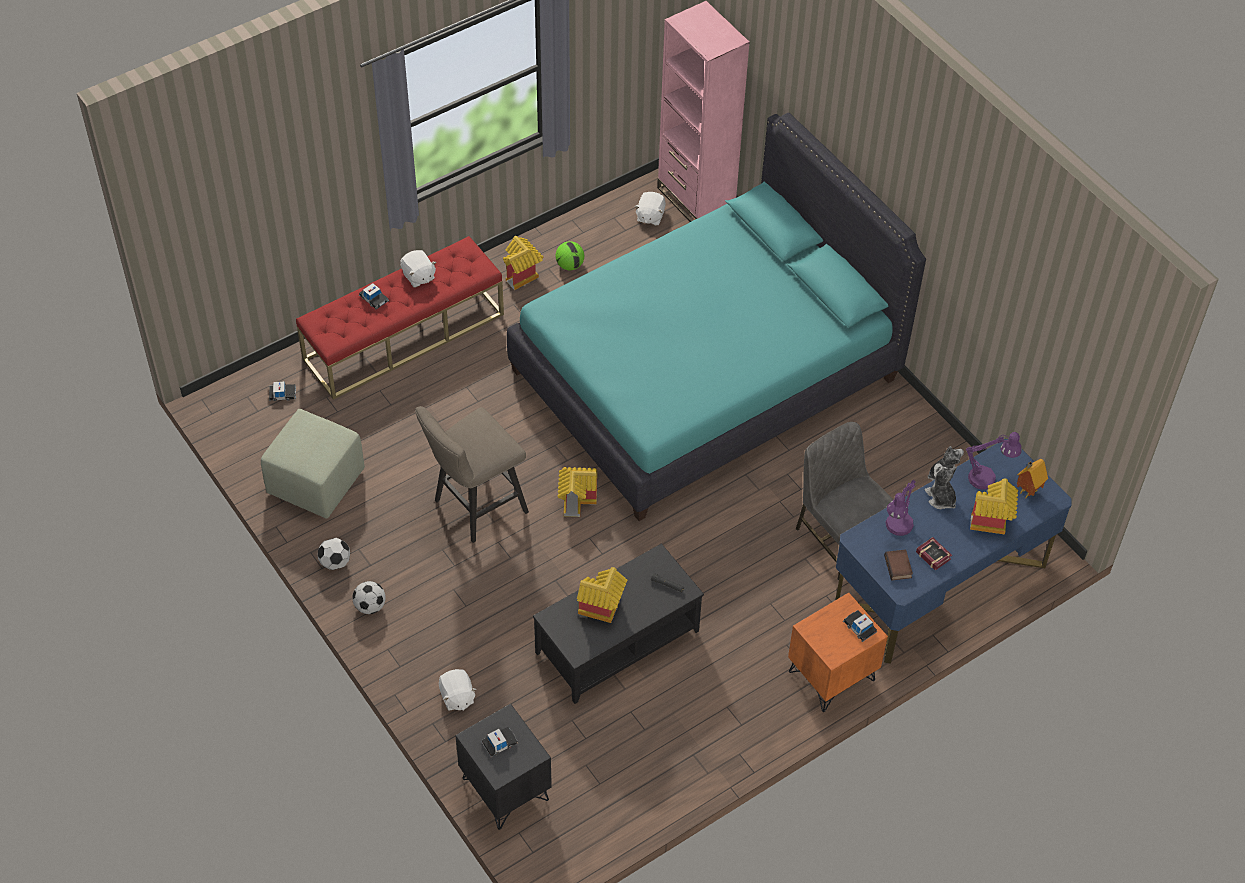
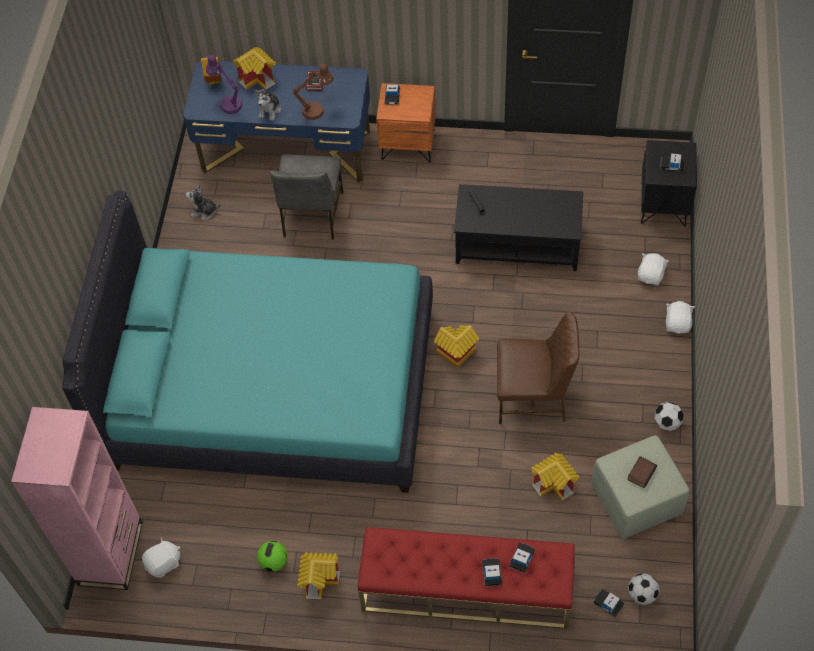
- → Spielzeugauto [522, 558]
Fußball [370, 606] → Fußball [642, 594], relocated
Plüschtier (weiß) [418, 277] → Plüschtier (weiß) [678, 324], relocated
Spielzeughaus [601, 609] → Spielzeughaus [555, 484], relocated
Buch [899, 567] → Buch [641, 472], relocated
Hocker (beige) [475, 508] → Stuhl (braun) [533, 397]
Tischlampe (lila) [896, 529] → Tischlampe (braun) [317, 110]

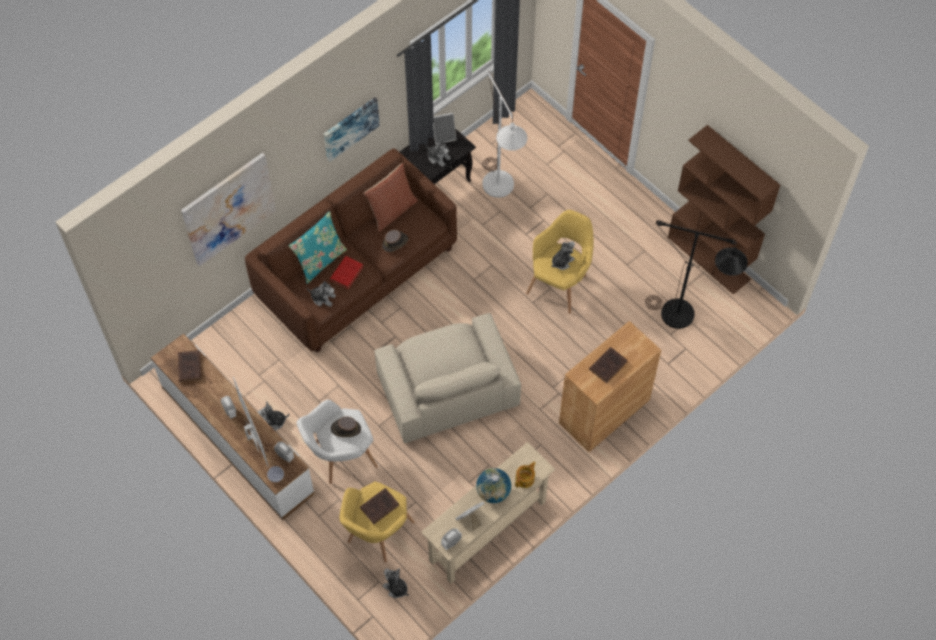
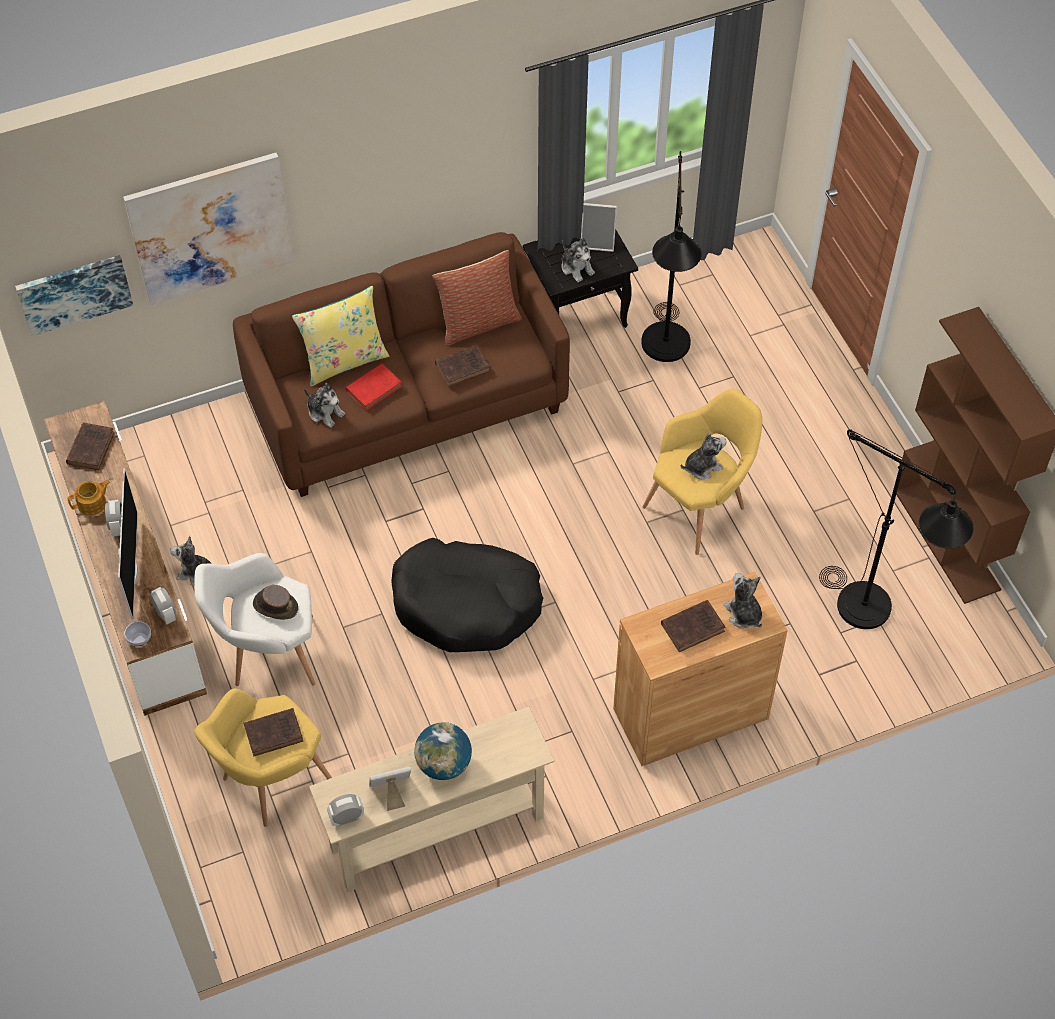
Bild [350, 128] → Bild [74, 293], relocated
Plüschtier [396, 588] → Plüschtier [743, 614], relocated
Teekanne [525, 479] → Teekanne [93, 504], relocated
Sessel (beige) [446, 388] → Hundebett (schwarz) [466, 604]
Hut (braun) [395, 242] → Buch (braun) [463, 367]
Kissen (türkis) [320, 261] → Kissen (gelb) [344, 361]
Stehlampe (weiß) [500, 192] → Stehlampe (schwarz) [665, 354]

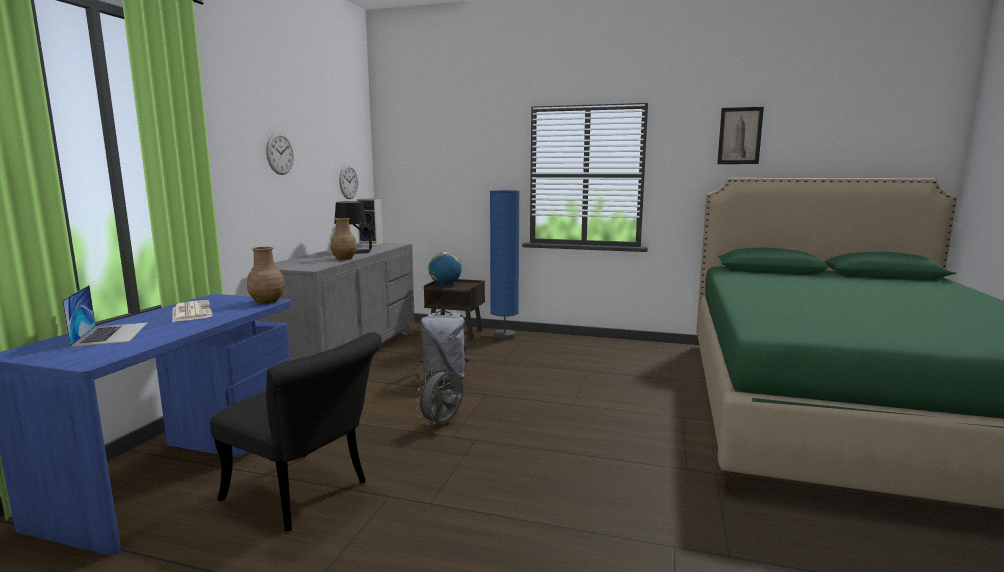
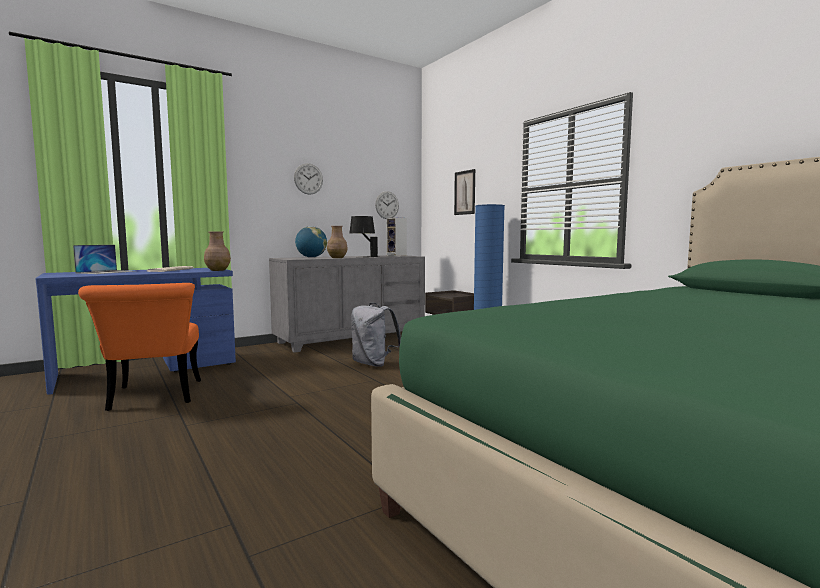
Ventilator (grau) [442, 424] → -
Globus [445, 284] → Globus [311, 257], relocated
Bild [740, 136] → Bild [464, 192], relocated
Stuhl (schwarz) [306, 494] → Stuhl (orange) [154, 398]

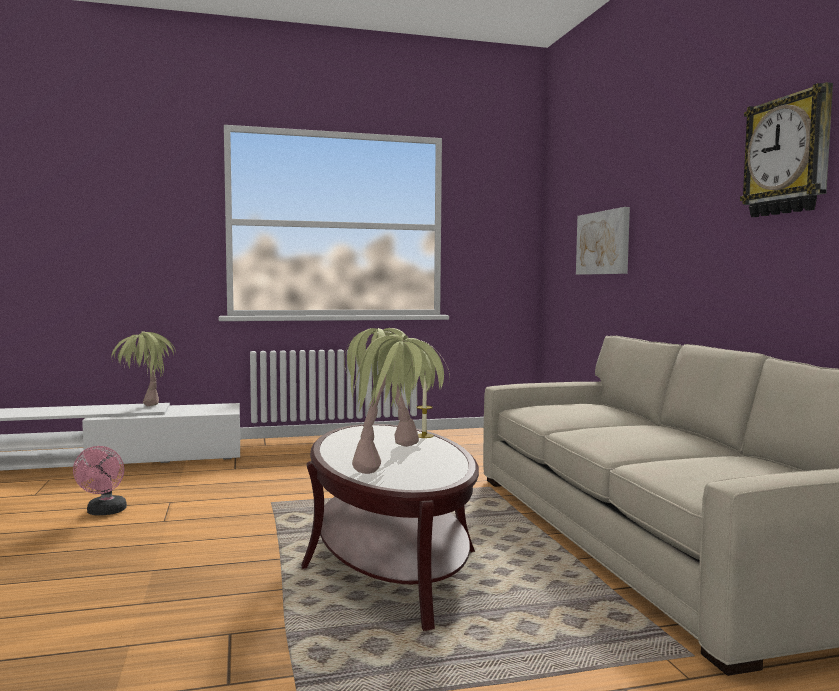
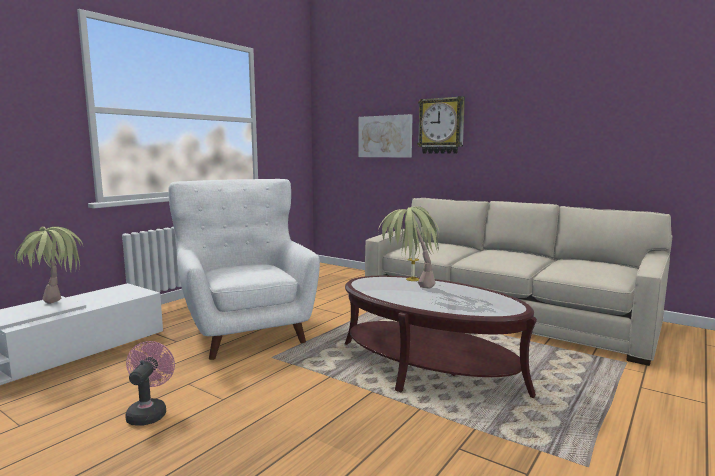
Topfpflanze [397, 469] → -
- → Sessel (weiß) [246, 330]
Wanduhr [788, 155] → Wanduhr [441, 126], relocated
Ventilator (rosa) [104, 512] → Ventilator (rosa) [149, 412], 135 degrees counterclockwise

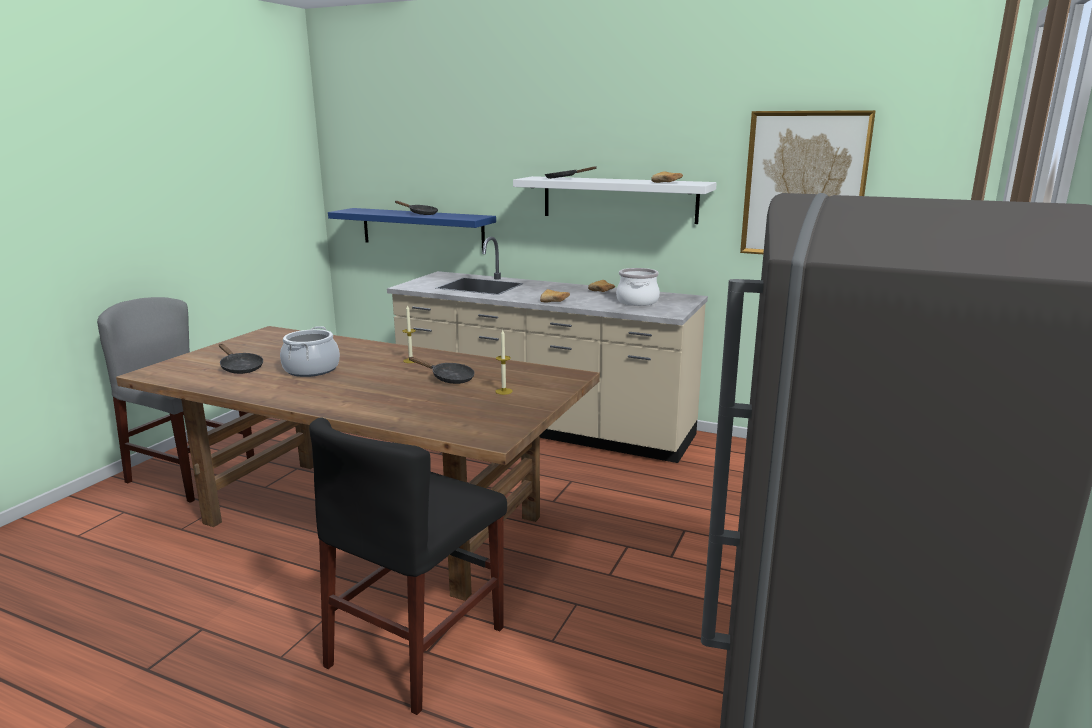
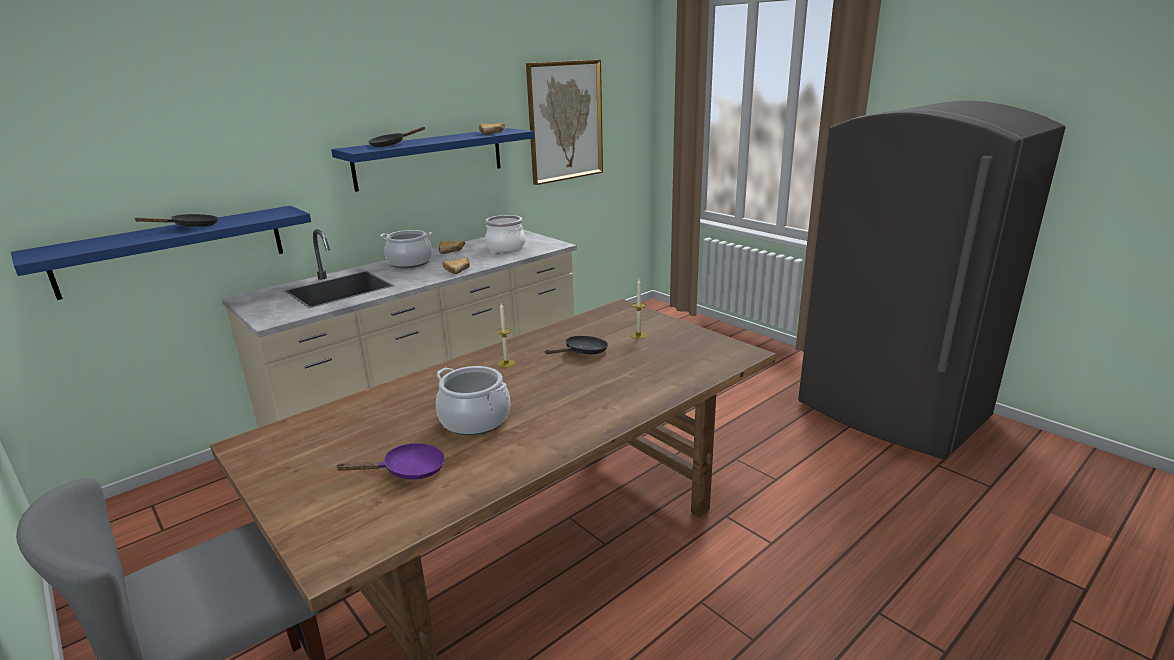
Stuhl (schwarz) [417, 646] → -
- → Kochtopf [410, 262]
Pfanne (schwarz) [240, 368] → Pfanne (lila) [408, 471]
Wandregal (weiß) [619, 199] → Wandregal (blau) [430, 158]

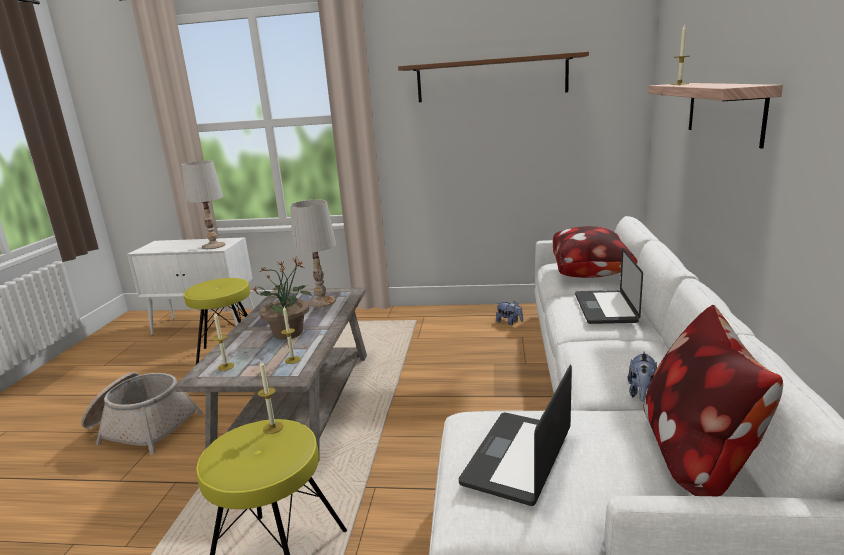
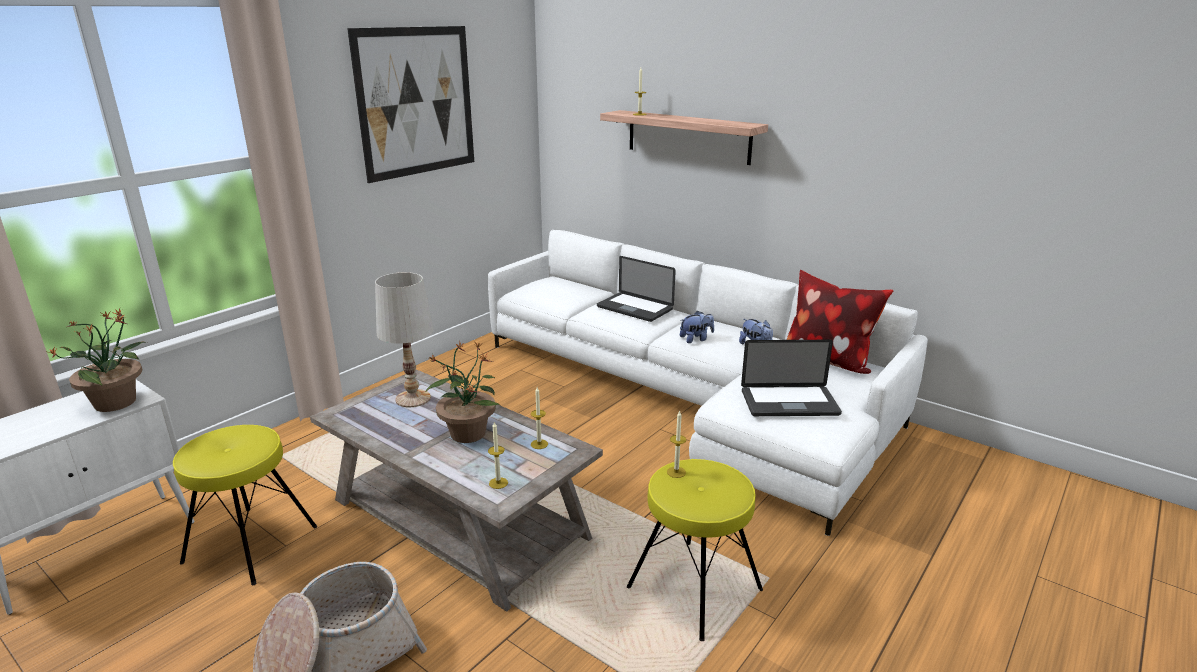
Kissen [591, 273] → -
Plüschtier [509, 322] → Plüschtier [696, 339], relocated
Tischlampe (weiß) [213, 246] → Topfpflanze [117, 402]
Wandregal (braun) [491, 79] → Bild [416, 102]
Laptop [517, 457] → Laptop [789, 403], 60 degrees counterclockwise

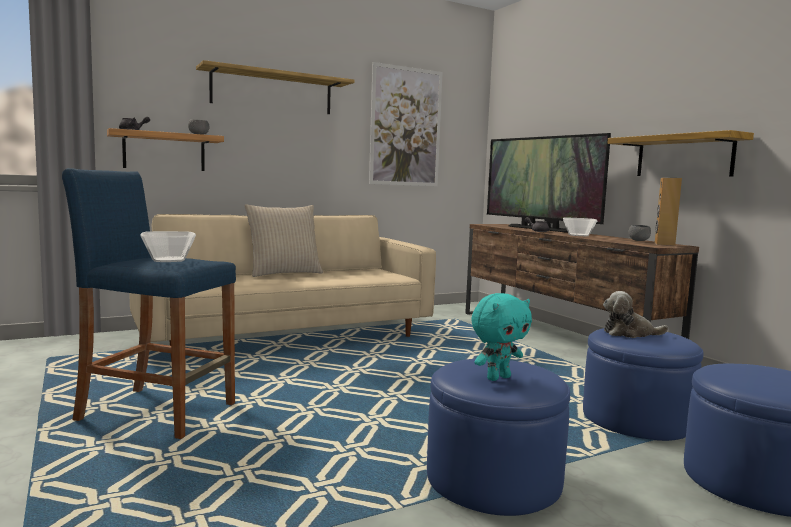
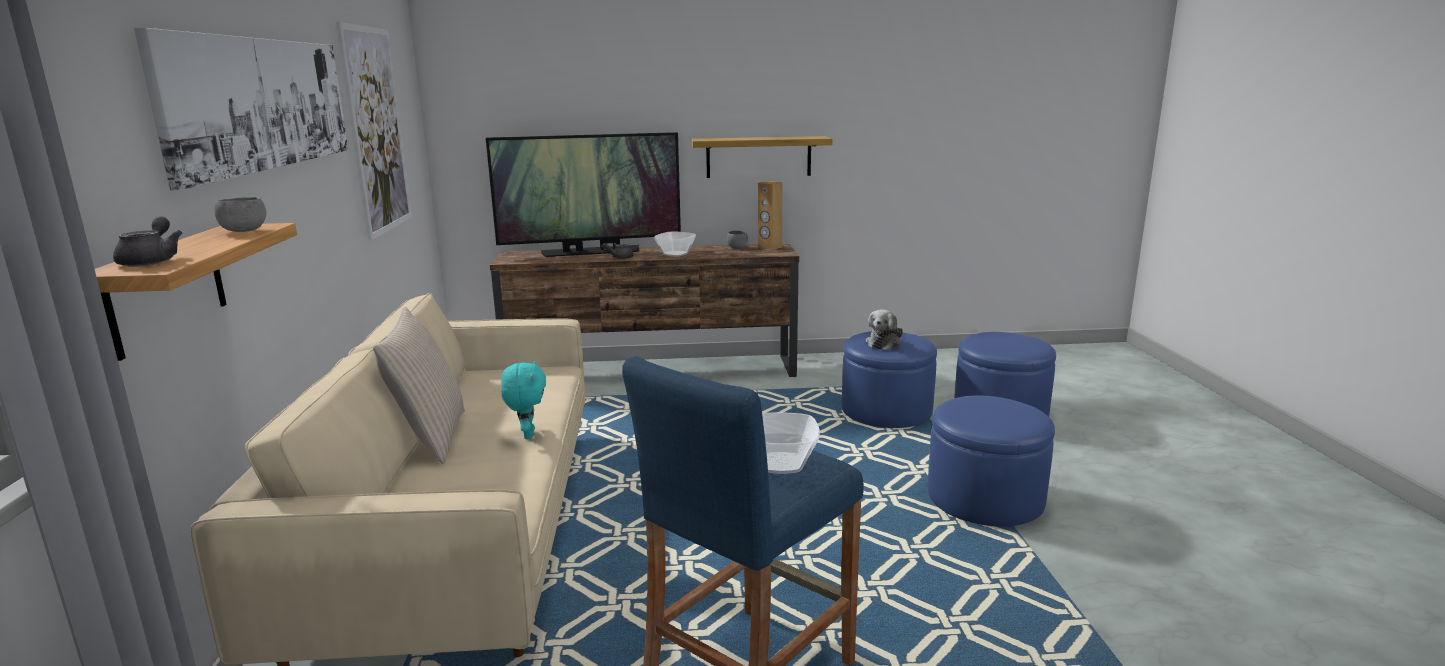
Plüschtier (türkis) [498, 378] → Plüschtier (türkis) [527, 434], relocated
Wandregal [272, 92] → Bild [262, 103]

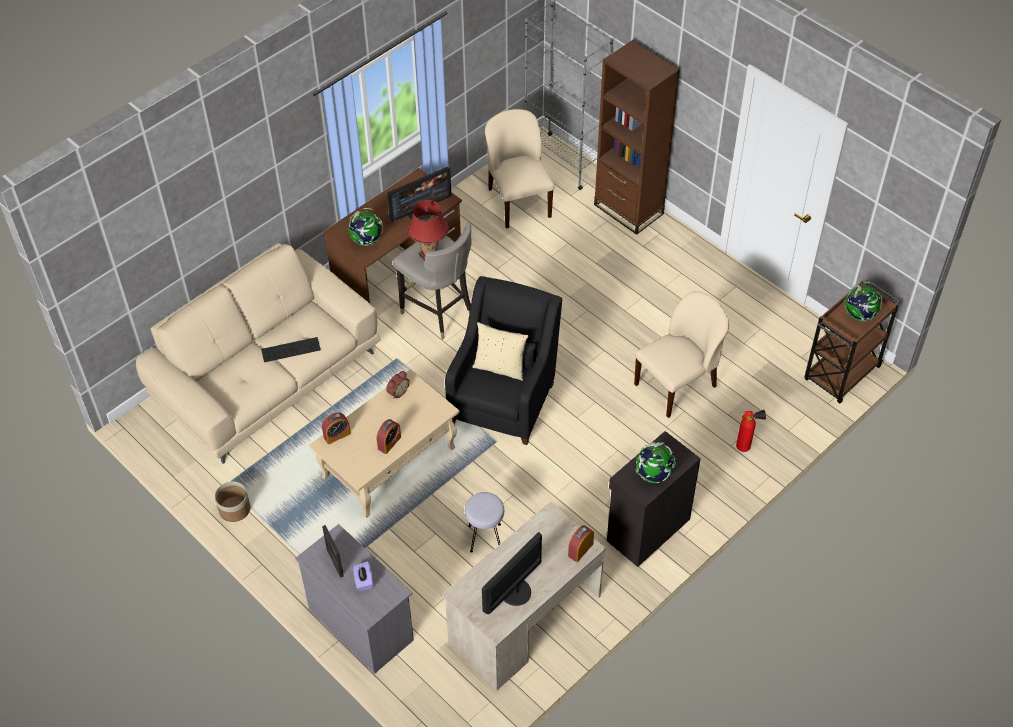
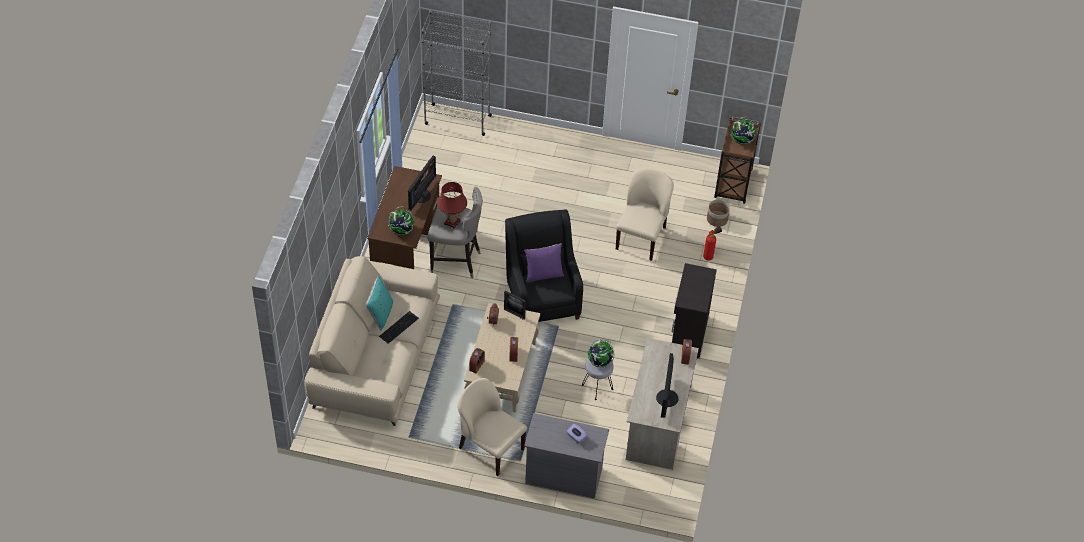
Bücherregal (braun) [628, 209] → -
- → Kissen (türkis) [380, 314]
Pflanzkübel [234, 509] → Pflanzkübel [717, 219], relocated
Bilderrahmen [335, 563] → Bilderrahmen [514, 314], relocated
Stuhl (beige) [518, 202] → Stuhl (beige) [490, 448], relocated
Globus [653, 474] → Globus [599, 362], relocated
Kissen (beige) [500, 367] → Kissen (lila) [543, 274]

